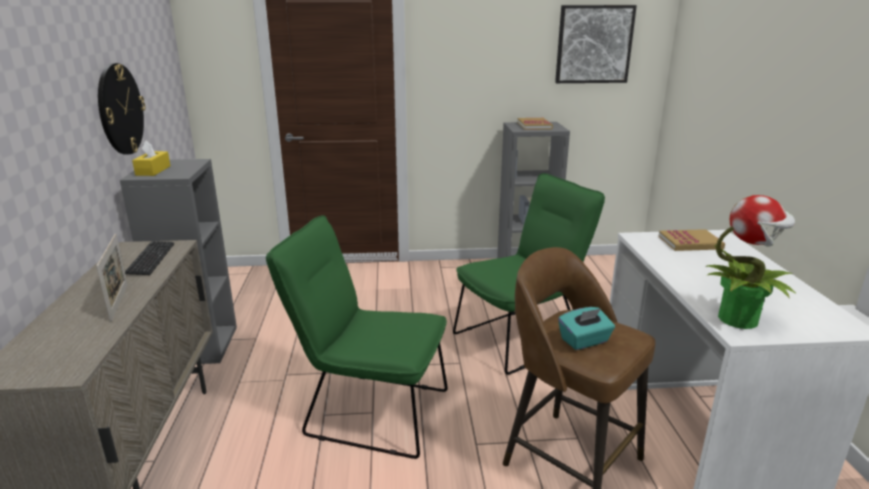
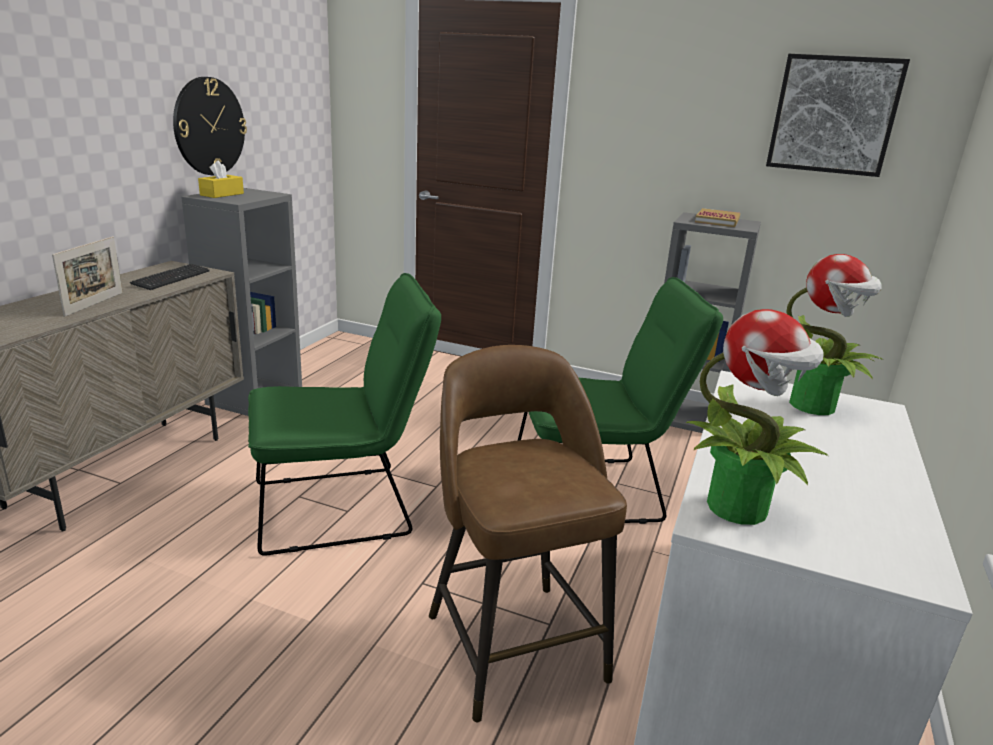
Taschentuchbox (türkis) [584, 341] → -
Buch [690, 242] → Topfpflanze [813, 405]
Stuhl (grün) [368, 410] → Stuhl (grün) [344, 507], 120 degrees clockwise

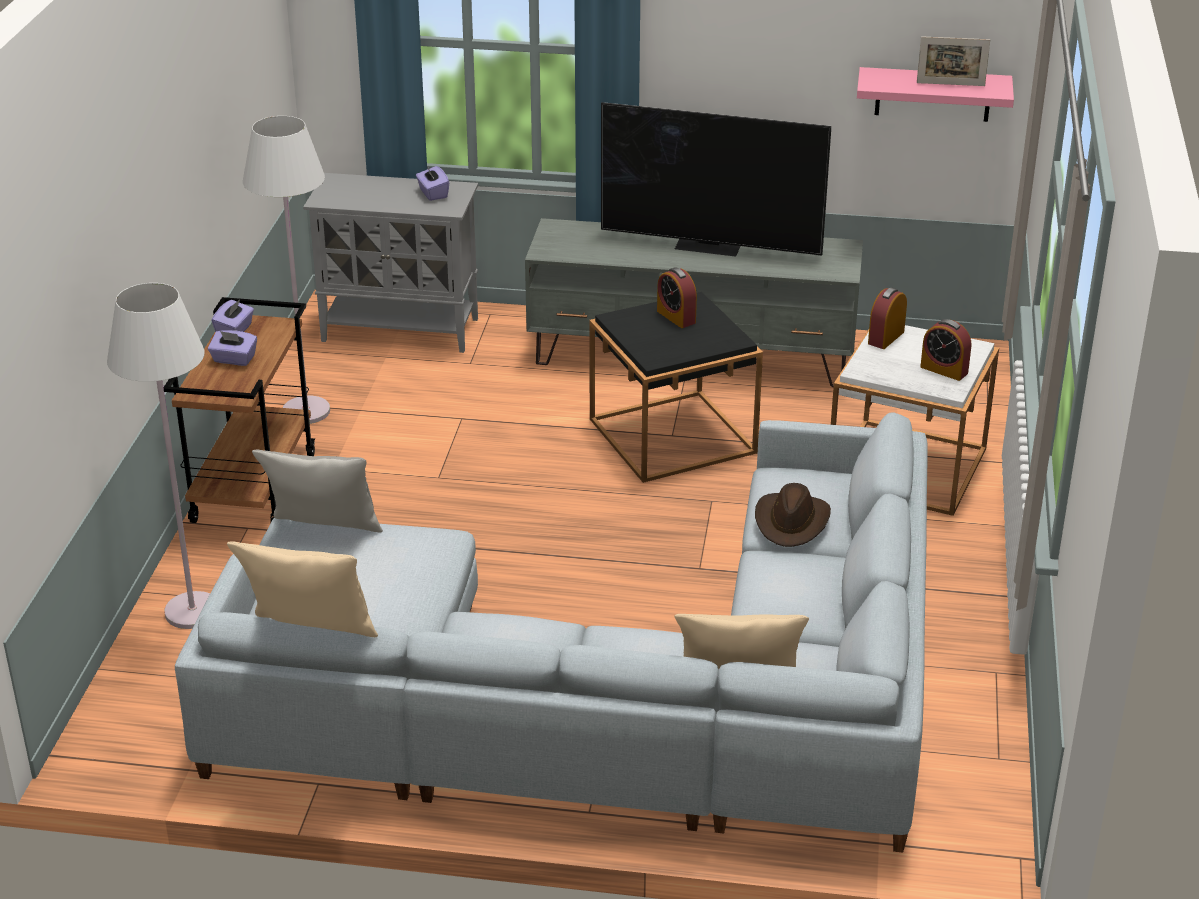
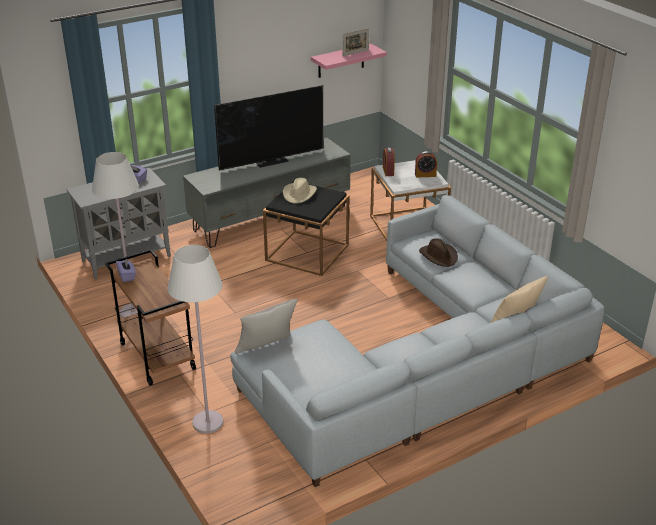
Taschentuchbox (lila) [234, 359] → -
Kissen (beige) [309, 637] → -
Wecker [676, 317] → Hut (beige) [299, 194]

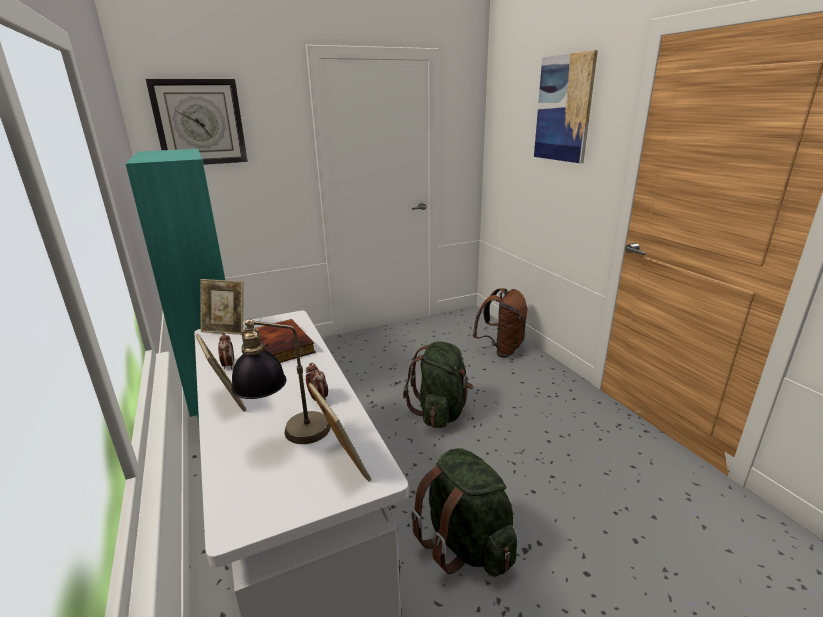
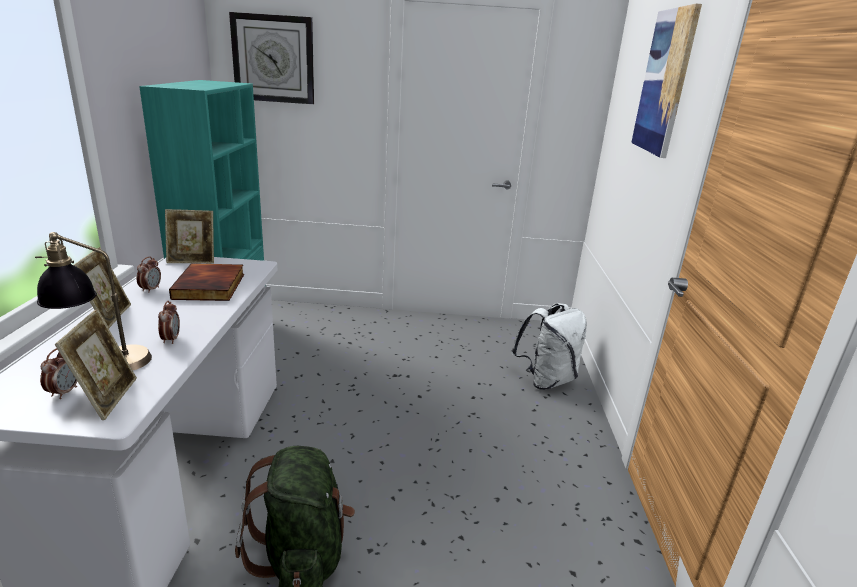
Rucksack (grün) [441, 412] → -
- → Wecker [64, 392]
Rucksack (braun) [501, 349] → Rucksack (weiß) [546, 380]
Bilderrahmen [226, 330] → Bilderrahmen [192, 260], 45 degrees counterclockwise

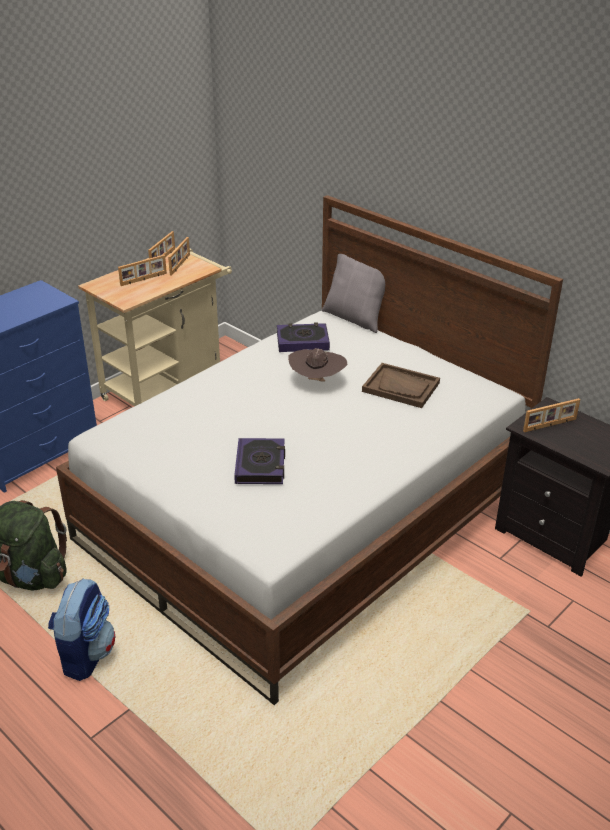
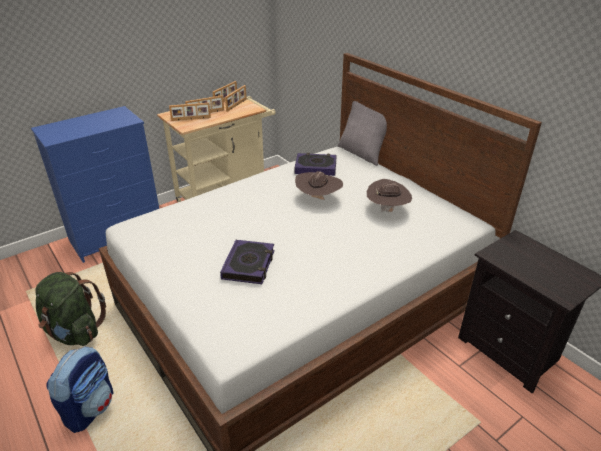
Bilderrahmen [550, 425] → Bilderrahmen [191, 119], relocated
Tablett (braun) [401, 387] → Hut (braun) [387, 210]

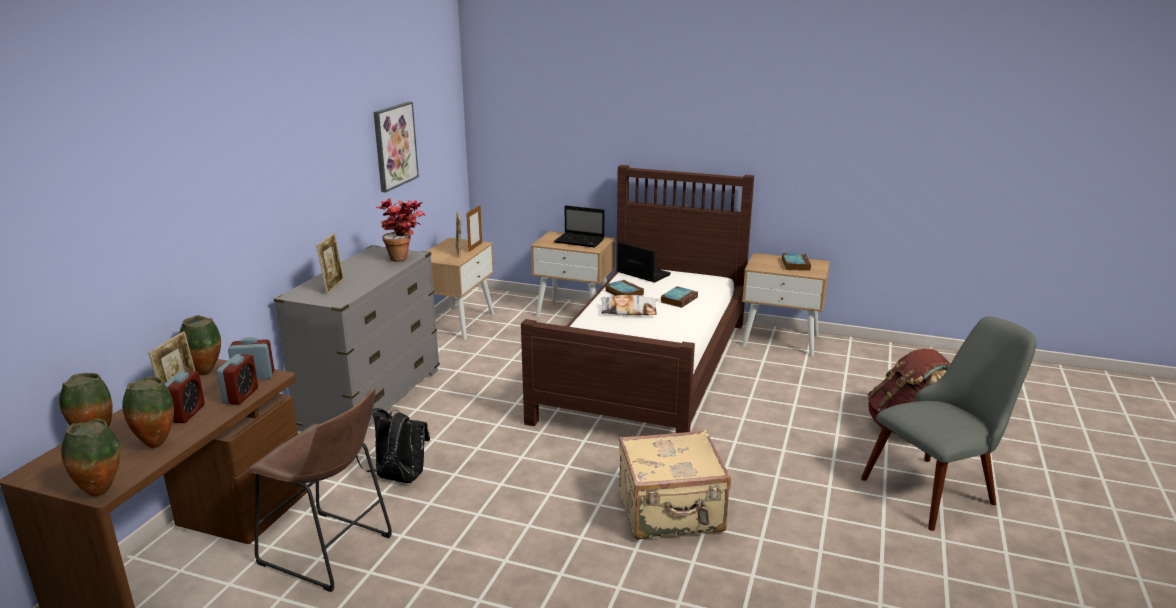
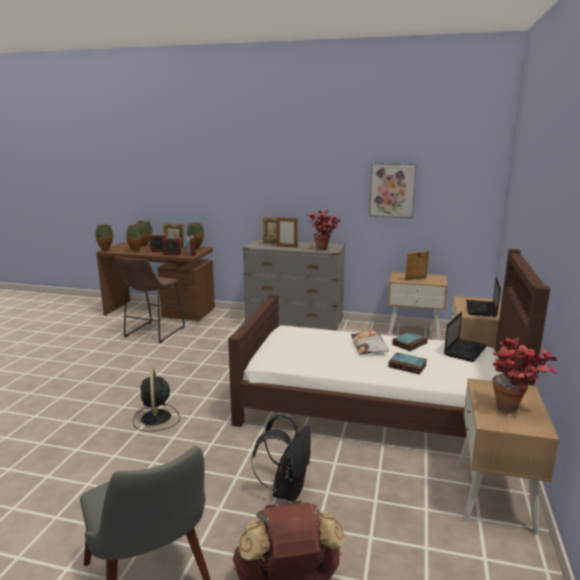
Rucksack (schwarz) [397, 478] → Rucksack (schwarz) [287, 489], relocated
Bilderrahmen [475, 247] → Bilderrahmen [286, 246], relocated
Koffer (beige) [671, 513] → Ventilator (schwarz) [156, 419]
Buch [795, 264] → Topfpflanze [514, 410]

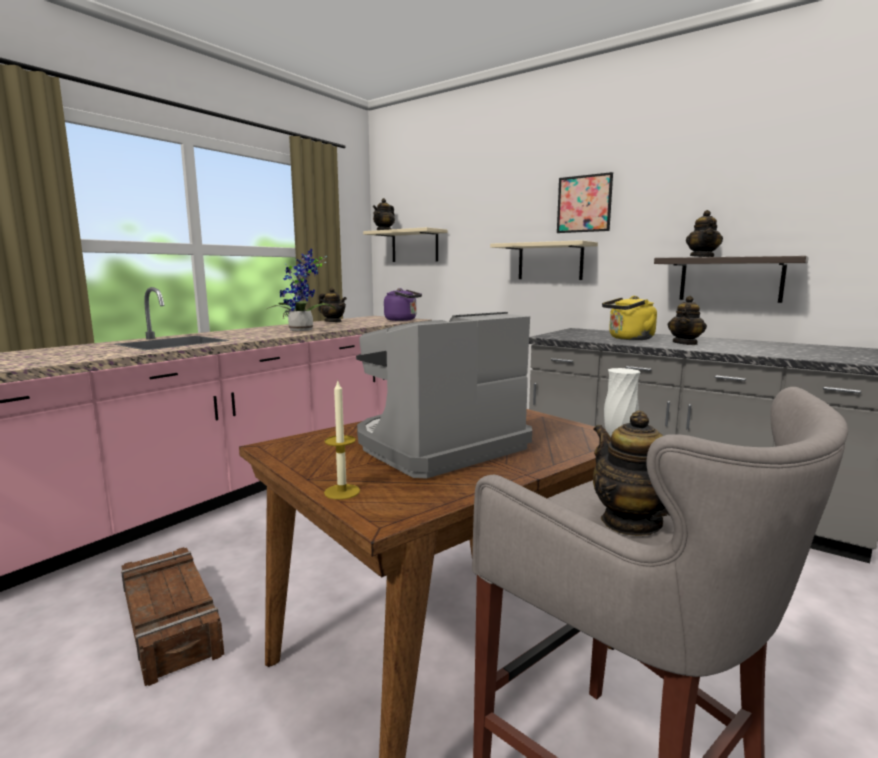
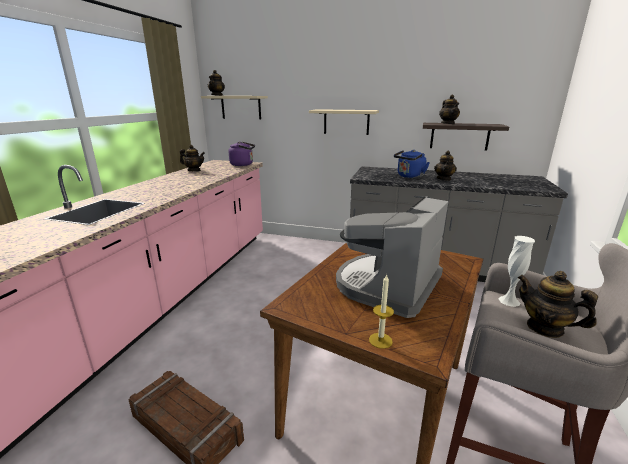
Topfpflanze [302, 330] → -
Bild [584, 204] → -
Wasserkessel (gelb) [629, 339] → Wasserkessel (blau) [409, 176]

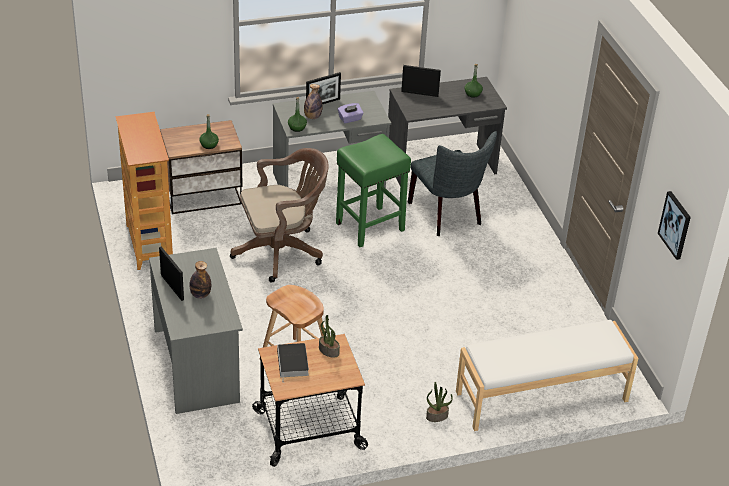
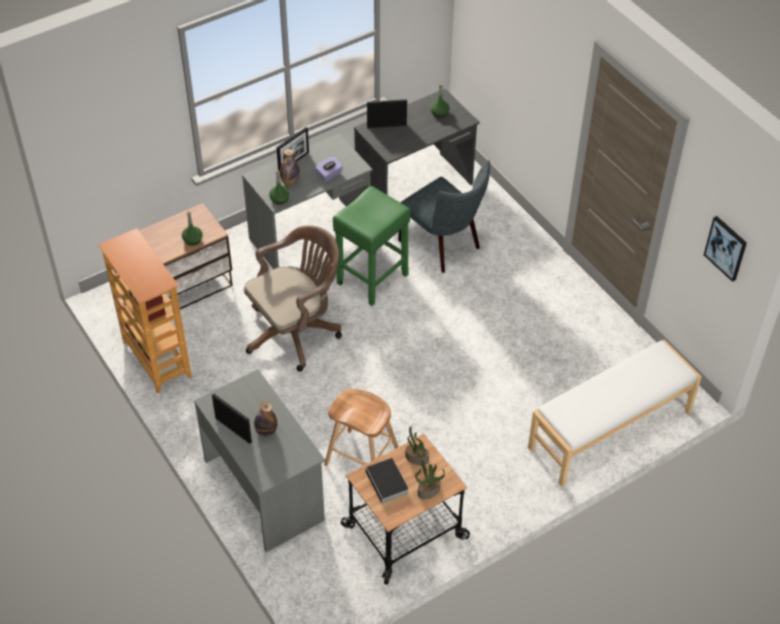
Topfpflanze [437, 416] → Topfpflanze [428, 490], relocated

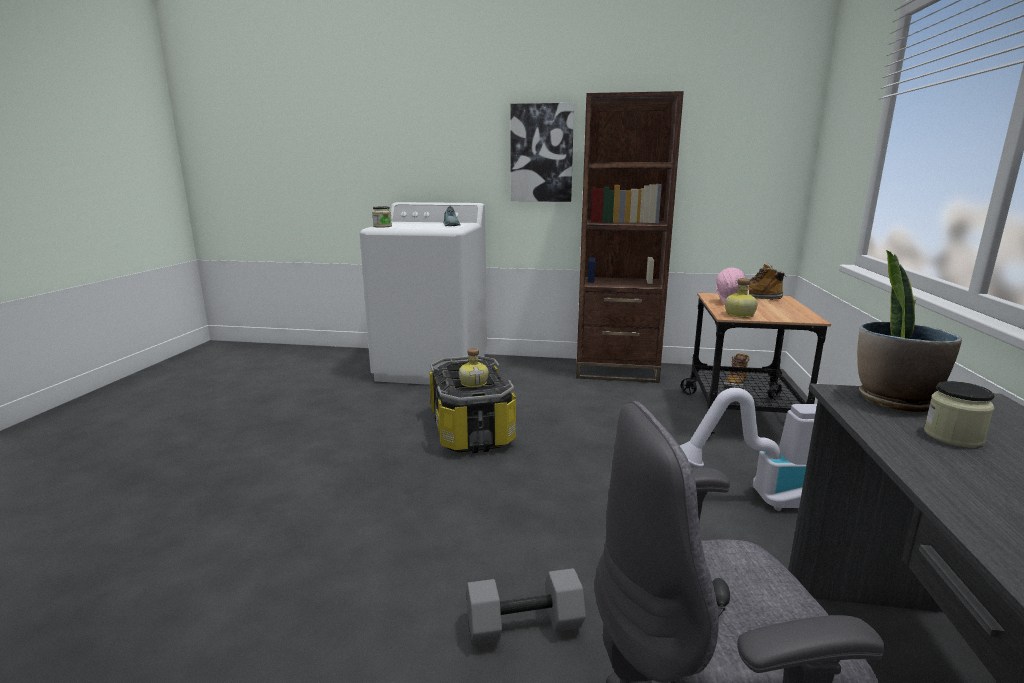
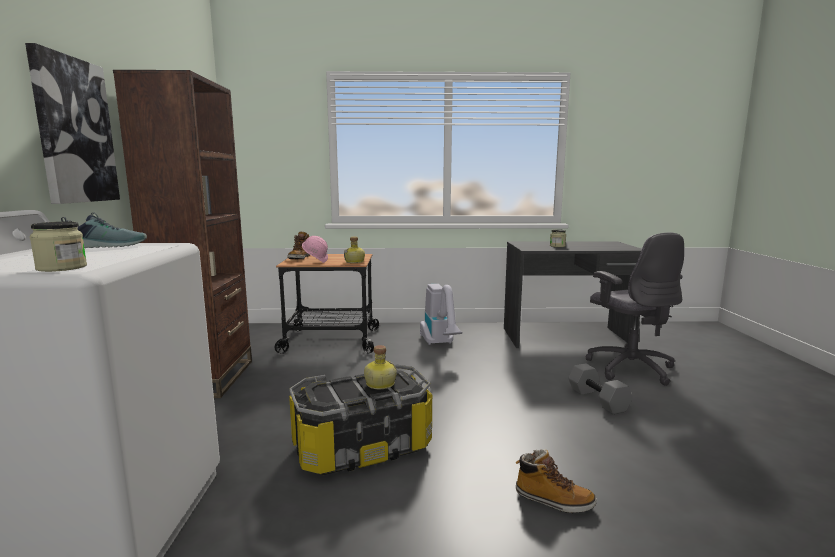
Topfpflanze [893, 400] → -
Stiefel [735, 383] → Stiefel [553, 500], relocated

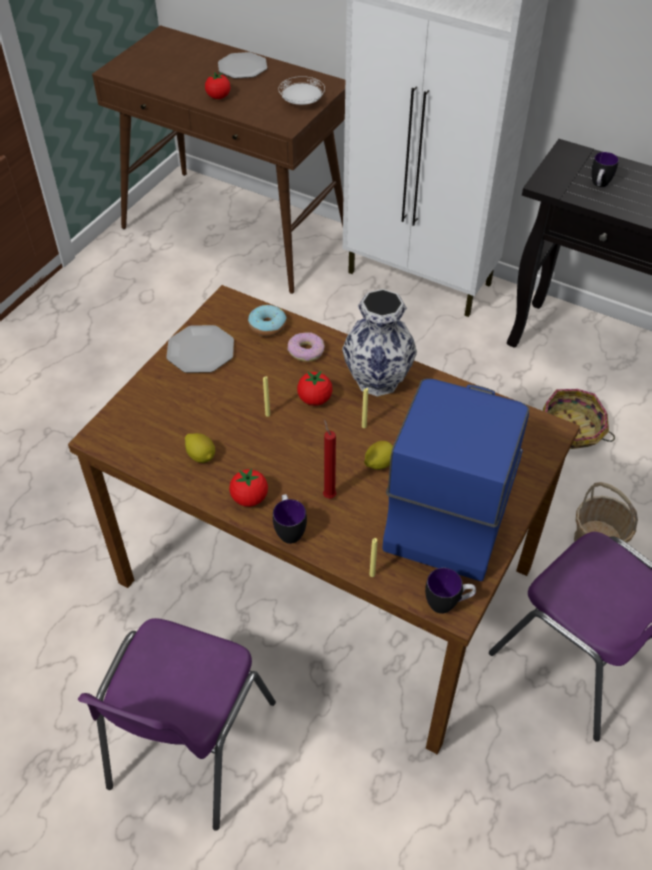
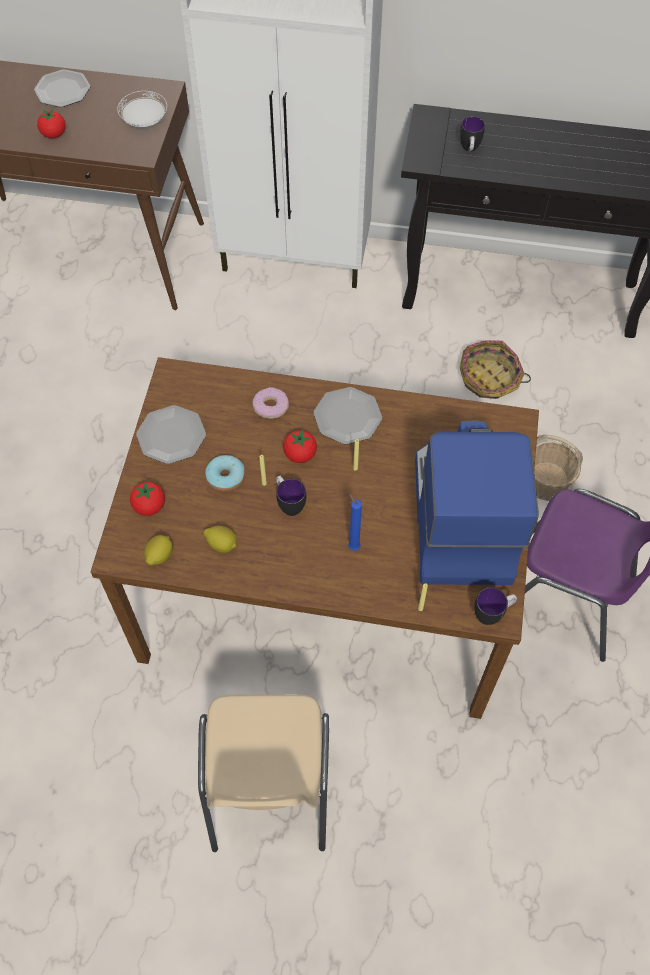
Tomate [249, 498] → Tomate [149, 506], relocated
Donut [267, 326] → Donut [225, 477], relocated
Henkelbecher [289, 529] → Henkelbecher [289, 503], relocated
Zitrone [379, 464] → Zitrone [159, 556], relocated
Vase [376, 380] → Teller [347, 418]
Stuhl (lila) [188, 747] → Stuhl (beige) [268, 789]
Kerze (rot) [328, 494] → Kerze (blau) [352, 546]

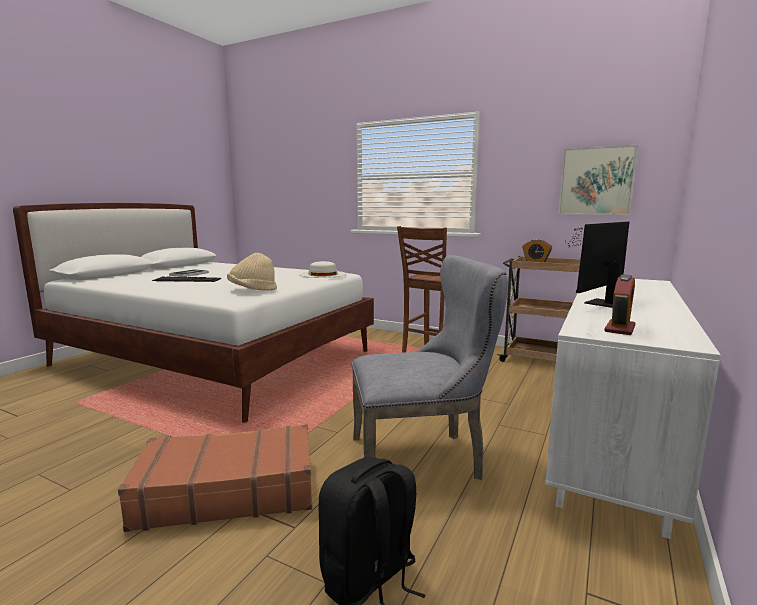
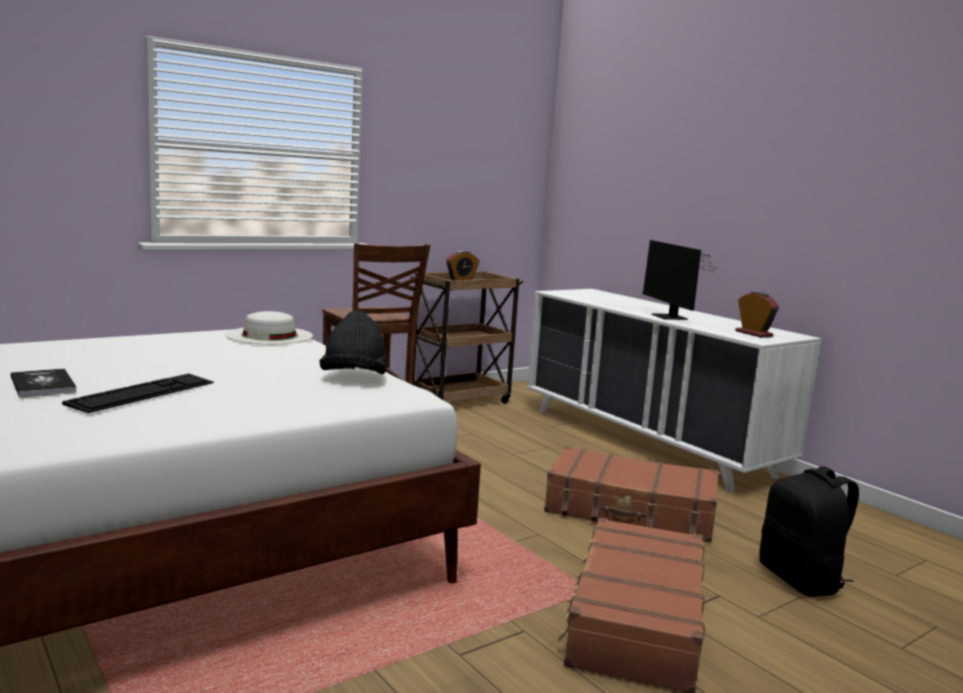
Bild [596, 181] → -
Stuhl (grau) [423, 458] → Koffer (braun) [630, 511]
Hut (beige) [252, 291] → Hut (schwarz) [354, 378]

